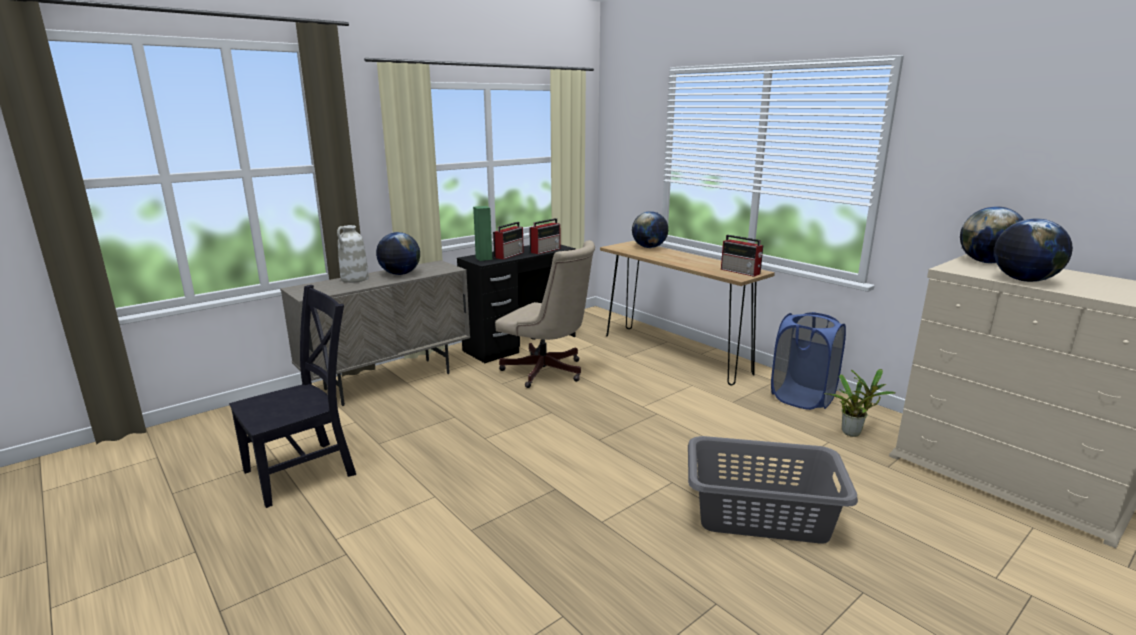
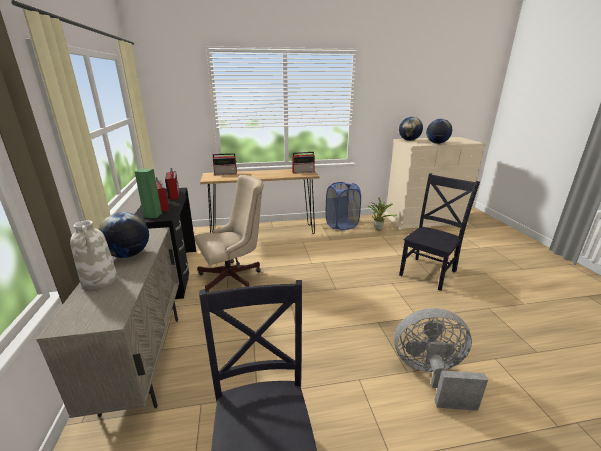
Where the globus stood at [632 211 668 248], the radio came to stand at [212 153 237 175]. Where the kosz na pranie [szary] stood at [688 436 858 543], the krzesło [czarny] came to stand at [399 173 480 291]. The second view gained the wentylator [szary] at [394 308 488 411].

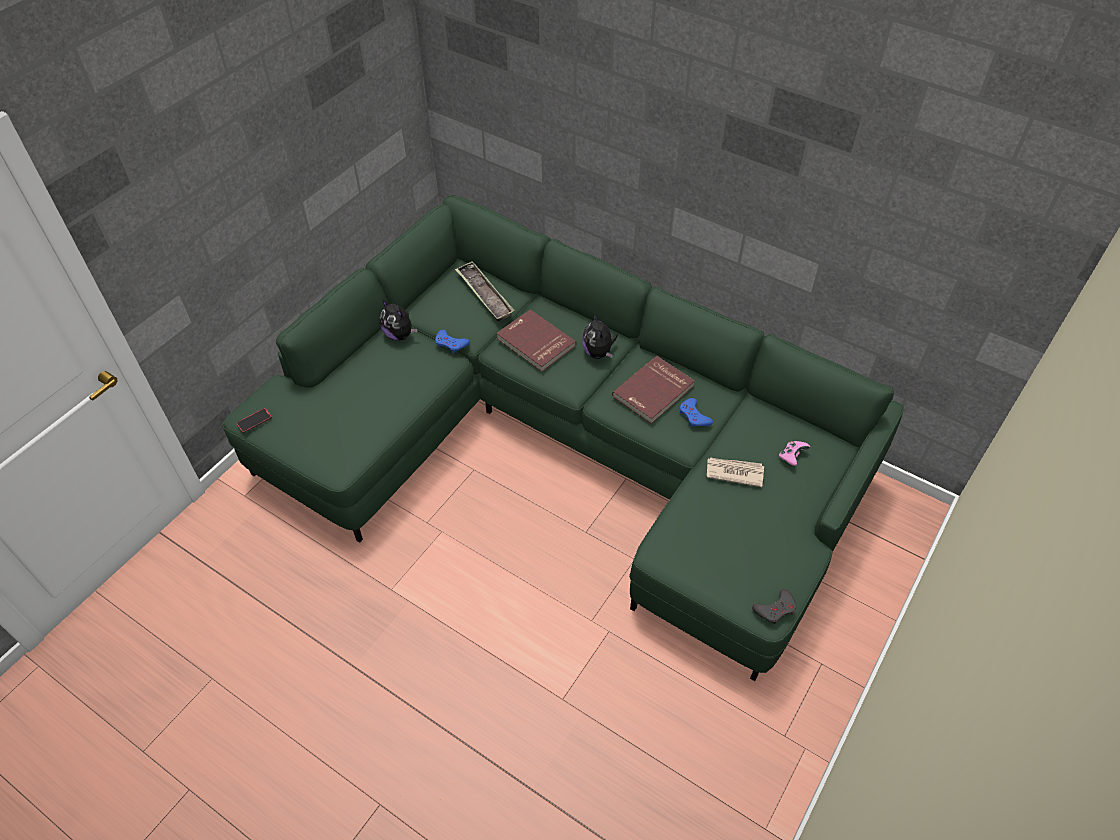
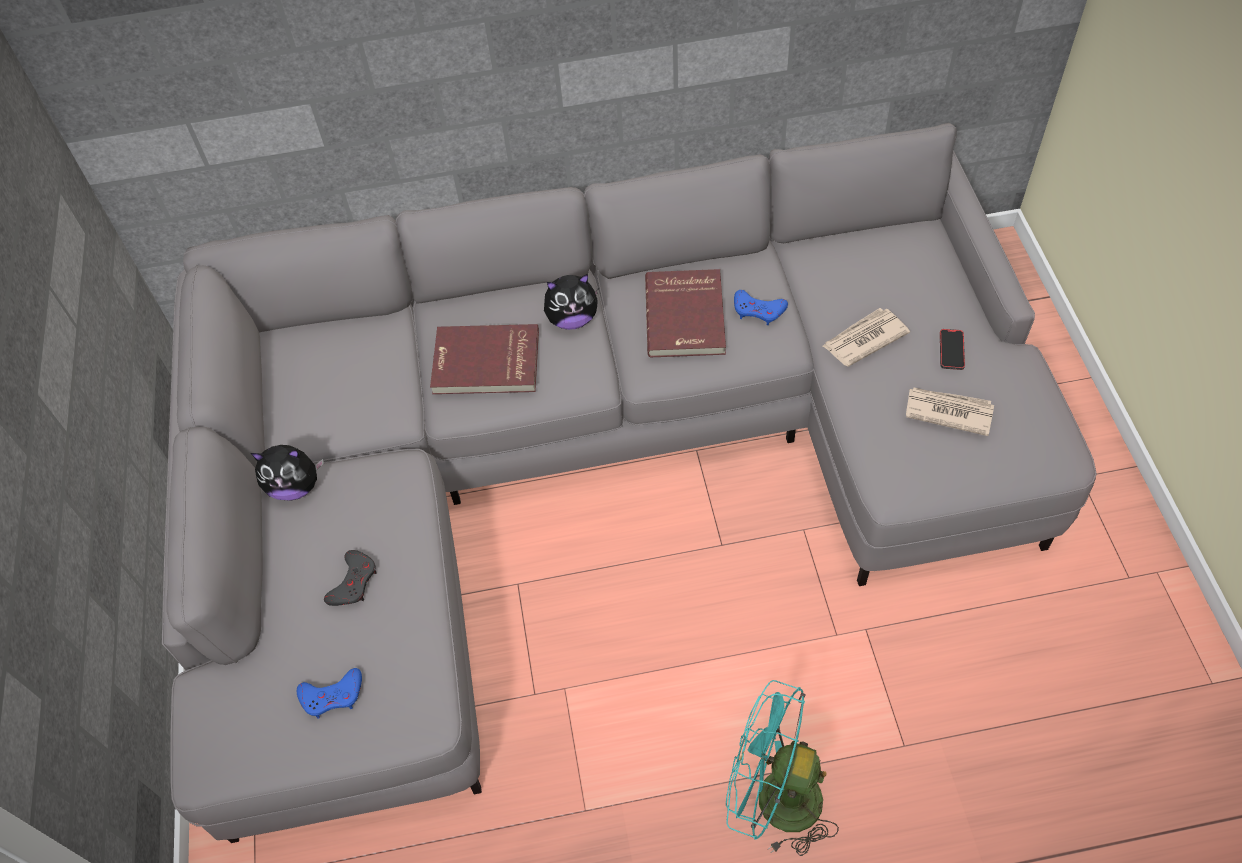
What was the kanapa [zielony] at [222 195 904 681] turned into the kanapa [szary] at [162 123 1097 843]. The second view lost the taca at [455 262 515 322]. The pluszak at [582 314 618 359] ended up facing another way, 45 degrees counterclockwise from before. The pad do gier [niebieski] ended up elsewhere, having gone from [435 330 470 354] to [297 668 362 718]. The telefon ended up elsewhere, having gone from [236 408 272 433] to [940 329 965 370]. The second view lost the pad do gier [różowy] at [779 441 810 466]. The pad do gier [szary] ended up elsewhere, having gone from [752 589 796 624] to [324 550 377 606]. The second view gained the gazeta at [906 388 994 436]. The second view gained the wentylator [turkusowy] at [726 680 839 856].

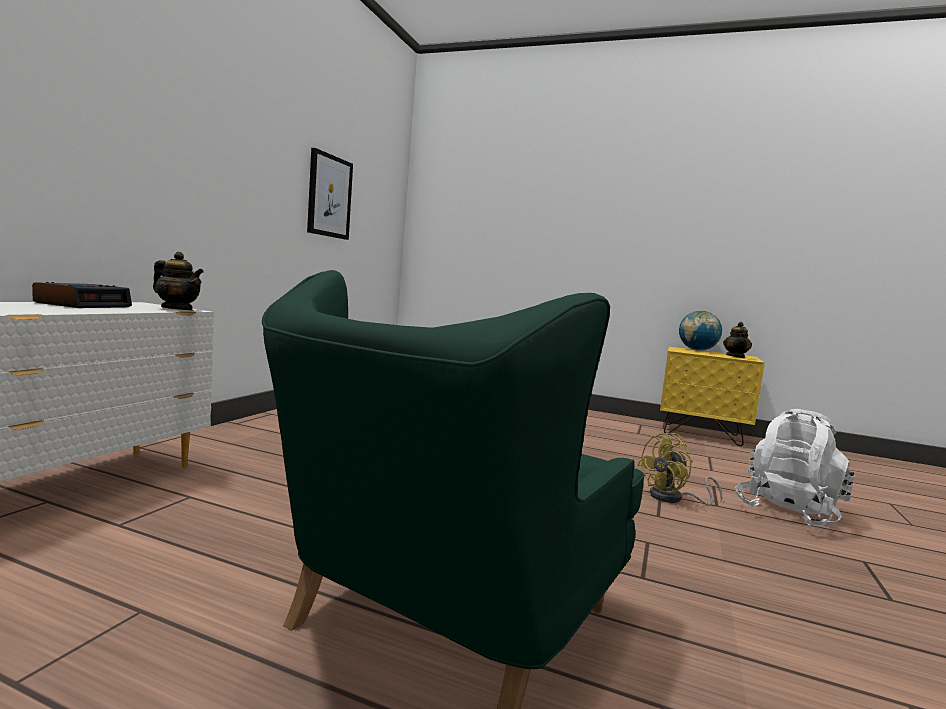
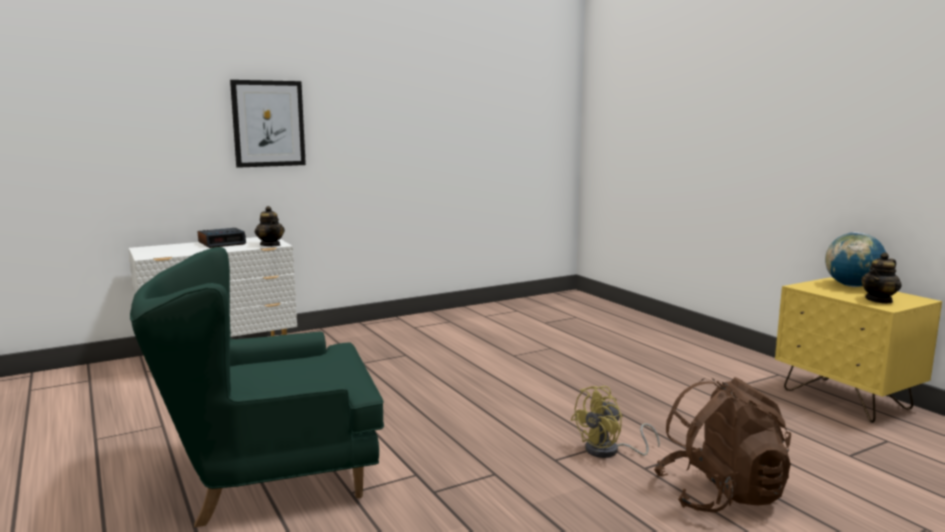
The obraz ended up elsewhere, having gone from [307 148 353 240] to [230 80 306 168]. What was the plecak [biały] at [736 409 855 527] turned into the plecak [brązowy] at [654 377 791 513]. The wentylator [żółty] at [637 433 722 506] ended up facing another way, 45 degrees counterclockwise from before.

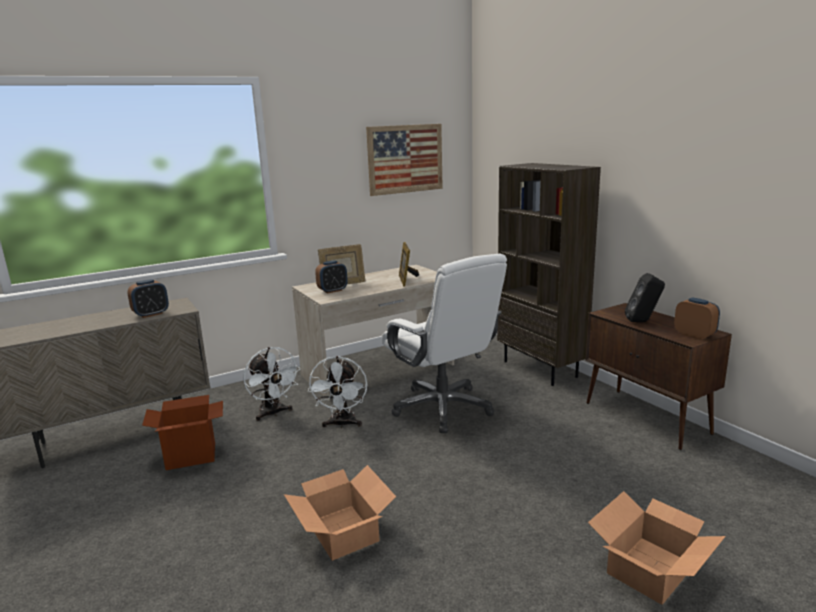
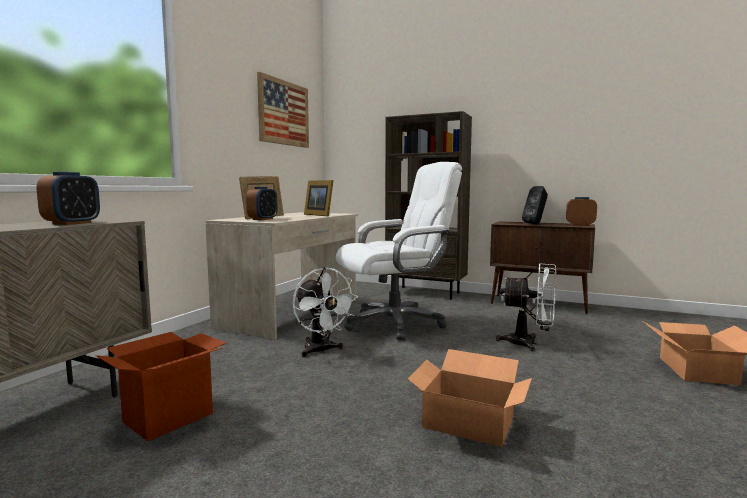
The krzesło biurowe [biały] at [382 254 507 433] ended up facing another way, 45 degrees counterclockwise from before. The wentylator [biały] ended up elsewhere, having gone from [243 347 301 421] to [496 263 556 351].

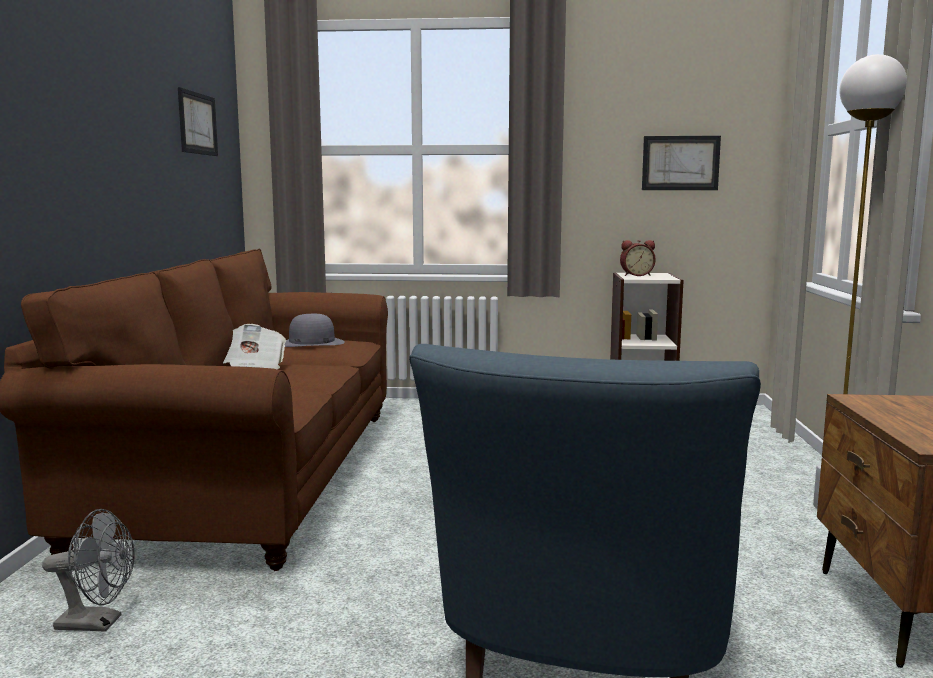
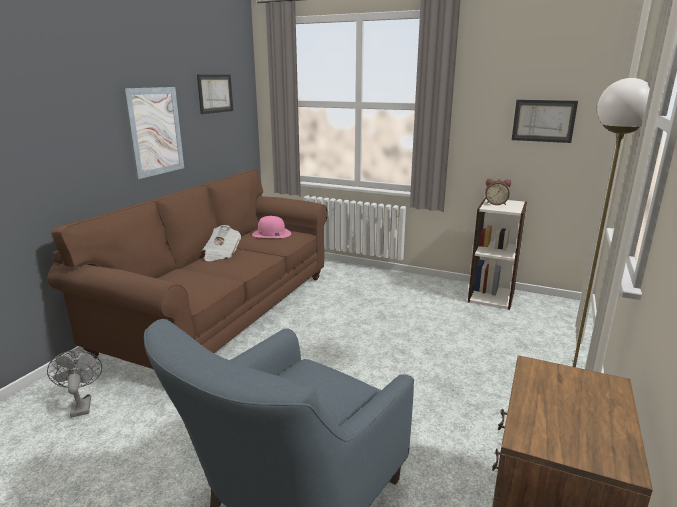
What was the kapelusz [szary] at [285 314 345 347] turned into the kapelusz [różowy] at [252 216 291 238]. The wentylator [szary] at [42 509 135 632] ended up facing another way, 135 degrees counterclockwise from before. The second view gained the obraz at [123 87 184 179].

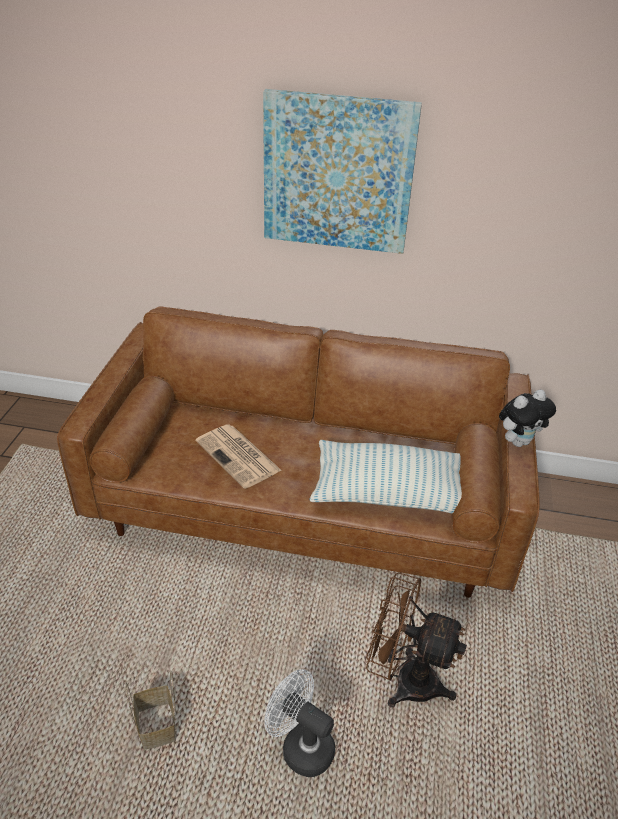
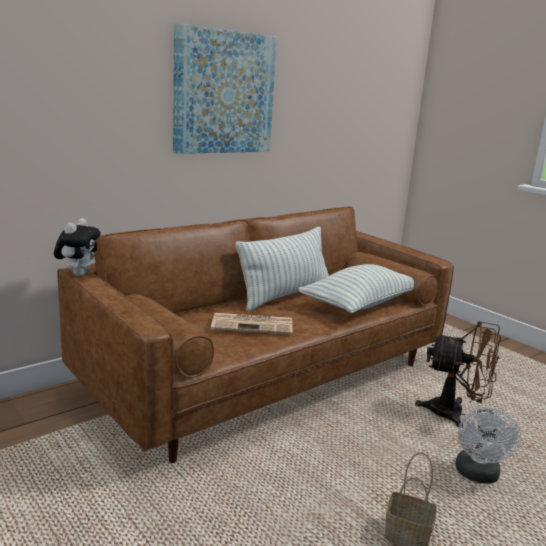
The pluszak ended up elsewhere, having gone from [499 390 556 447] to [54 218 101 276]. The wentylator [brązowy] at [366 572 467 708] ended up facing another way, 135 degrees counterclockwise from before. The wentylator [biały] at [264 669 335 777] ended up facing another way, 60 degrees counterclockwise from before. The second view gained the poduszka at [235 227 329 311].

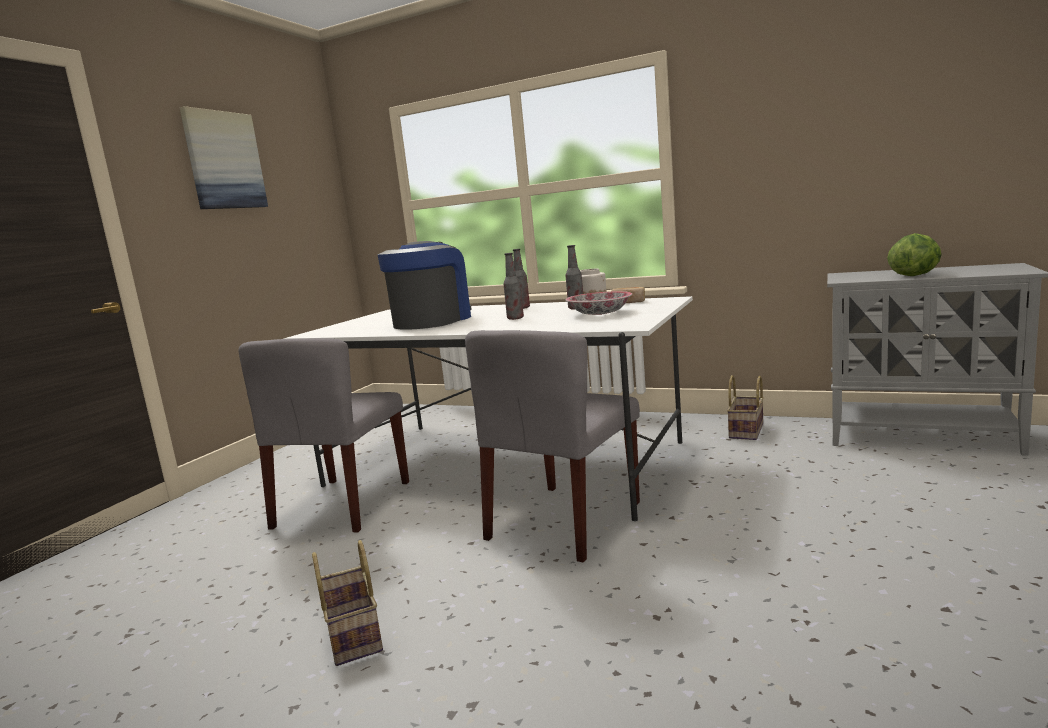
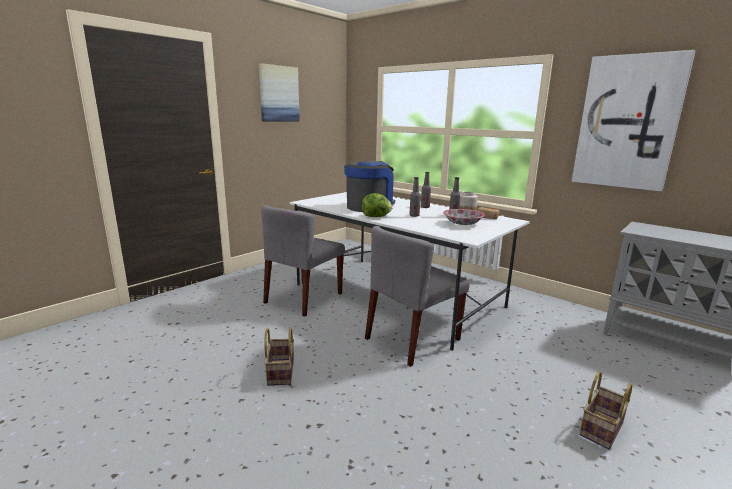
The sałata ended up elsewhere, having gone from [887 233 942 276] to [362 193 392 217]. The koszyk ended up elsewhere, having gone from [727 375 764 440] to [579 371 632 449]. The second view gained the obraz at [572 50 695 191].

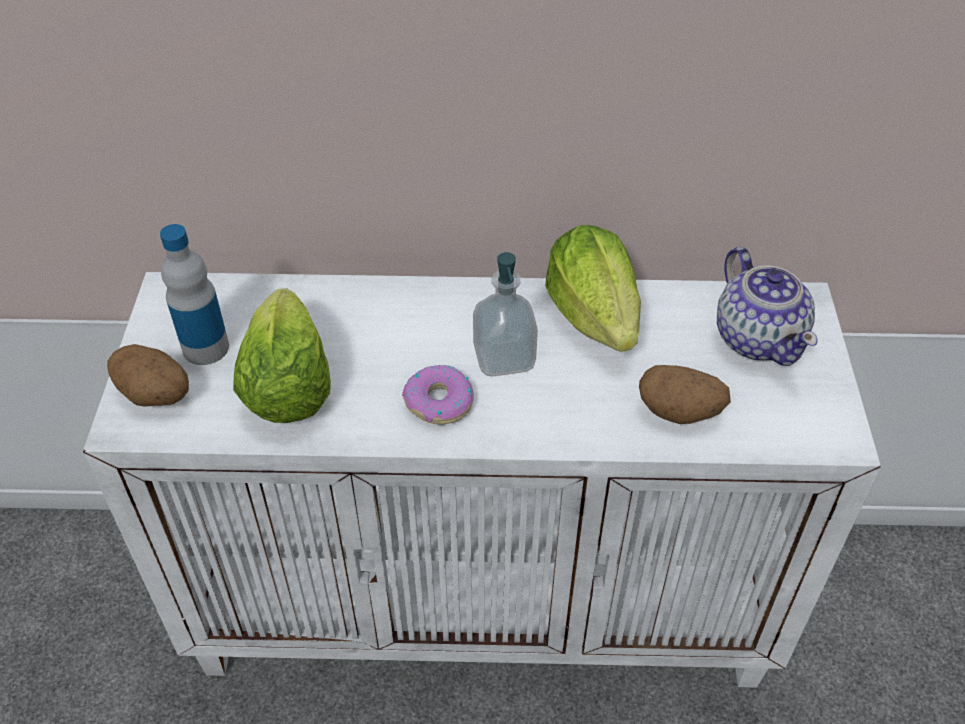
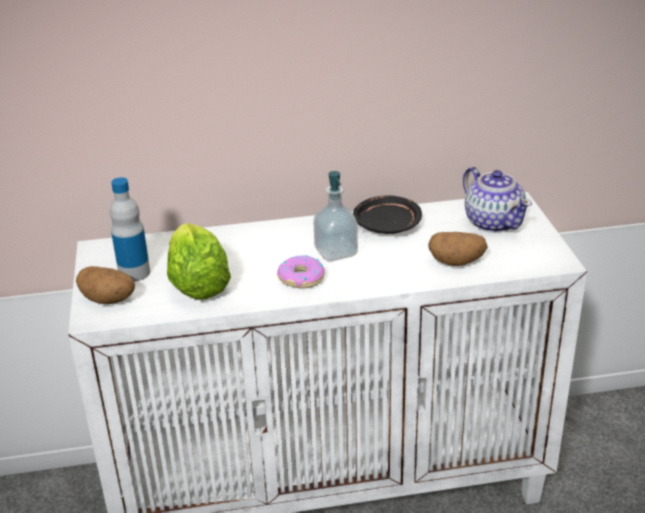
Where the sałata stood at [545 225 641 352], the talerz [czarny] came to stand at [353 195 422 234].

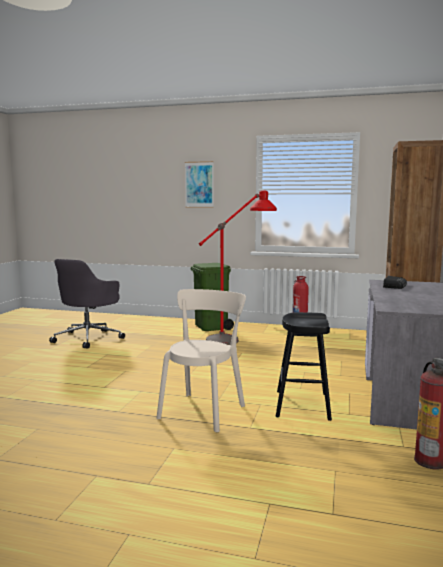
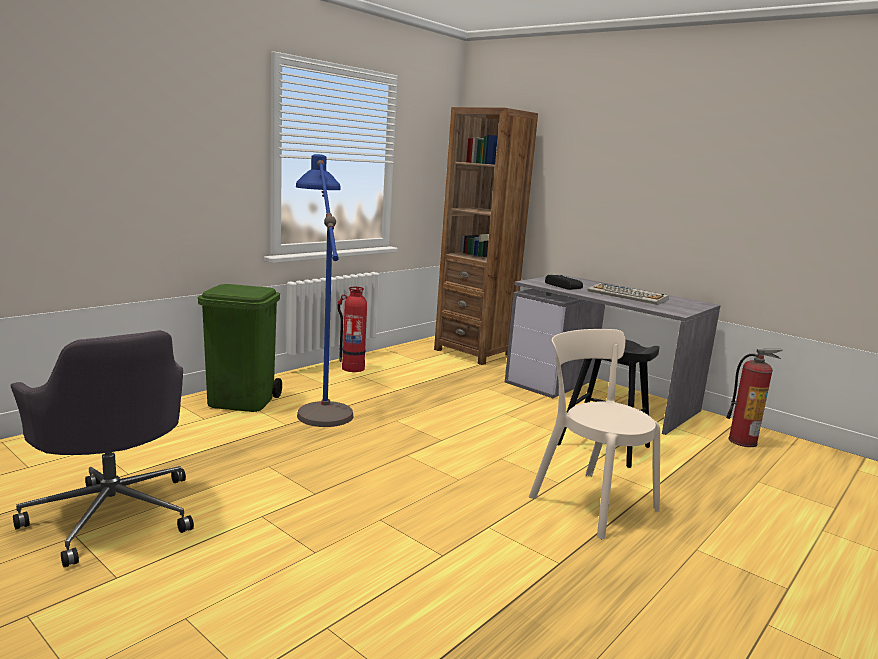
The second view lost the obraz at [185 161 214 208]. What was the lampa stojąca [czerwony] at [199 190 277 345] turned into the lampa stojąca [niebieski] at [296 154 354 427]. The second view gained the klawiatura at [587 283 669 305].

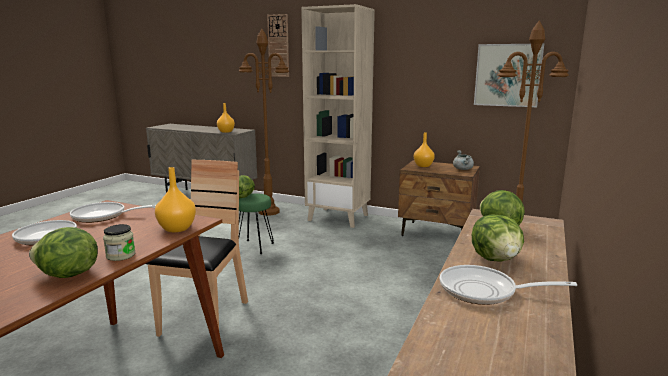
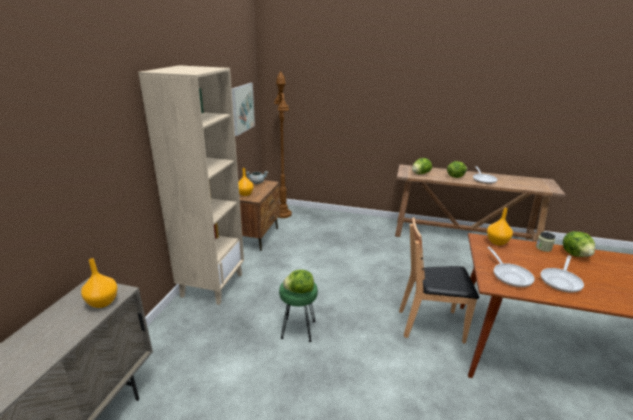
The second view lost the zegar ścienny at [267 14 289 77]. The second view lost the lampa stojąca [brązowy] at [239 29 289 216].

